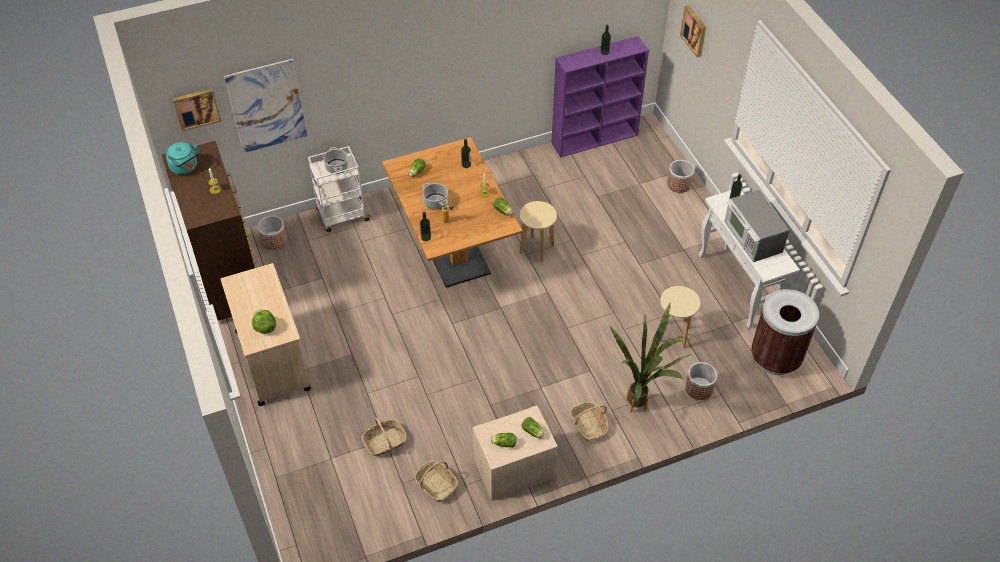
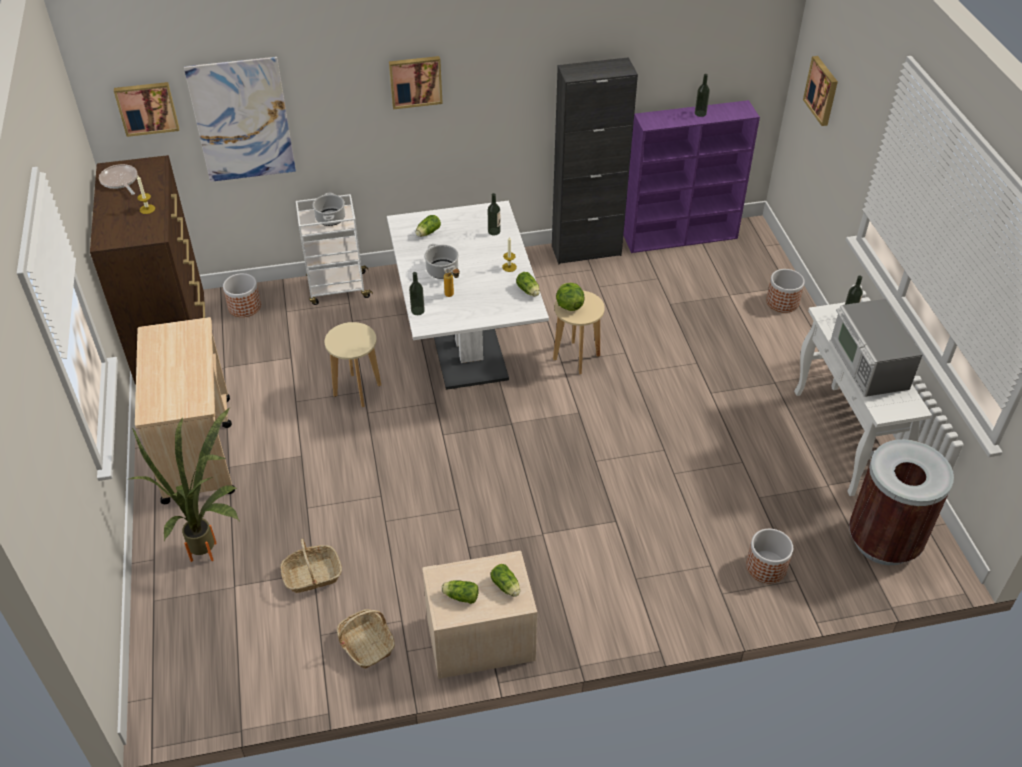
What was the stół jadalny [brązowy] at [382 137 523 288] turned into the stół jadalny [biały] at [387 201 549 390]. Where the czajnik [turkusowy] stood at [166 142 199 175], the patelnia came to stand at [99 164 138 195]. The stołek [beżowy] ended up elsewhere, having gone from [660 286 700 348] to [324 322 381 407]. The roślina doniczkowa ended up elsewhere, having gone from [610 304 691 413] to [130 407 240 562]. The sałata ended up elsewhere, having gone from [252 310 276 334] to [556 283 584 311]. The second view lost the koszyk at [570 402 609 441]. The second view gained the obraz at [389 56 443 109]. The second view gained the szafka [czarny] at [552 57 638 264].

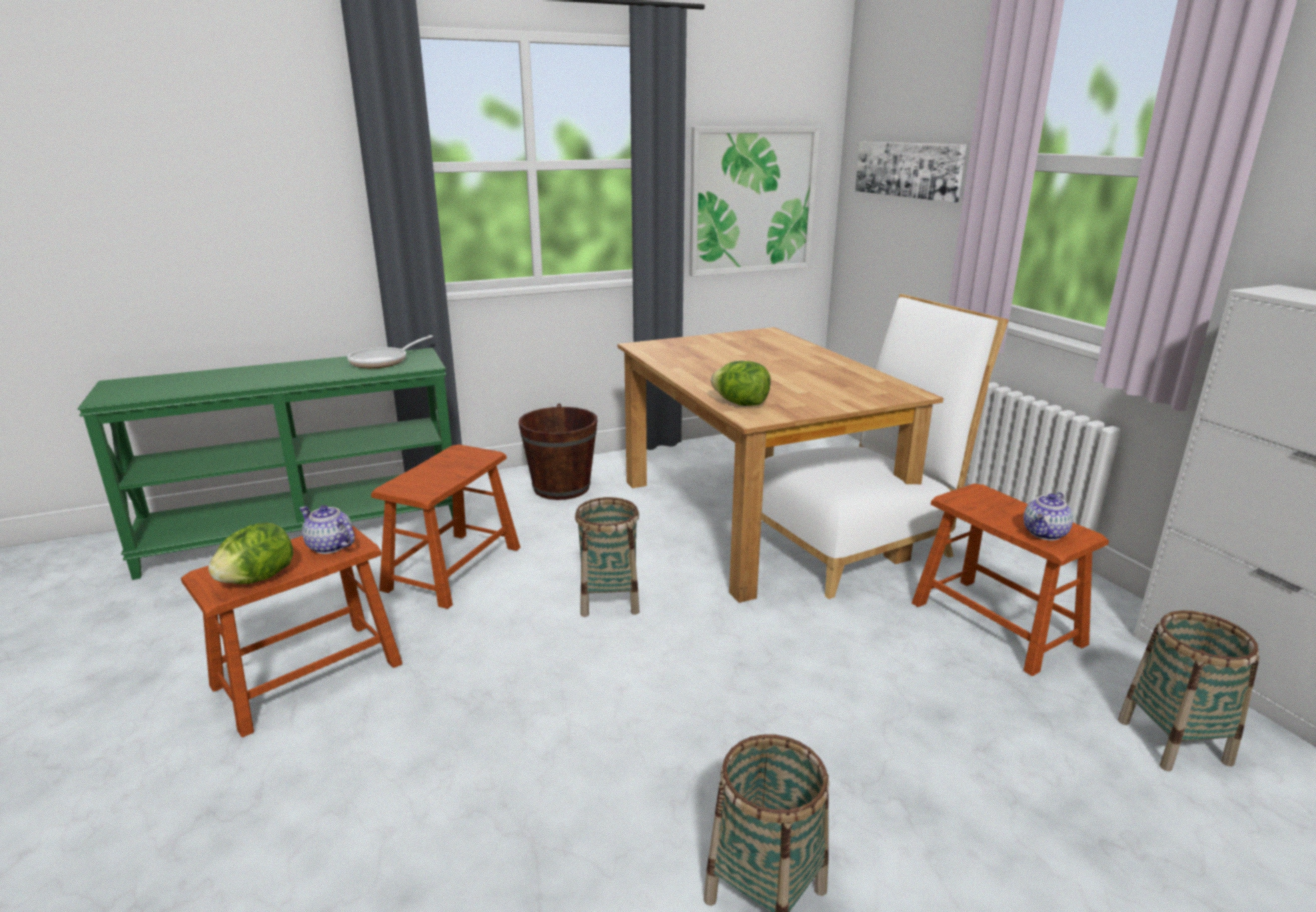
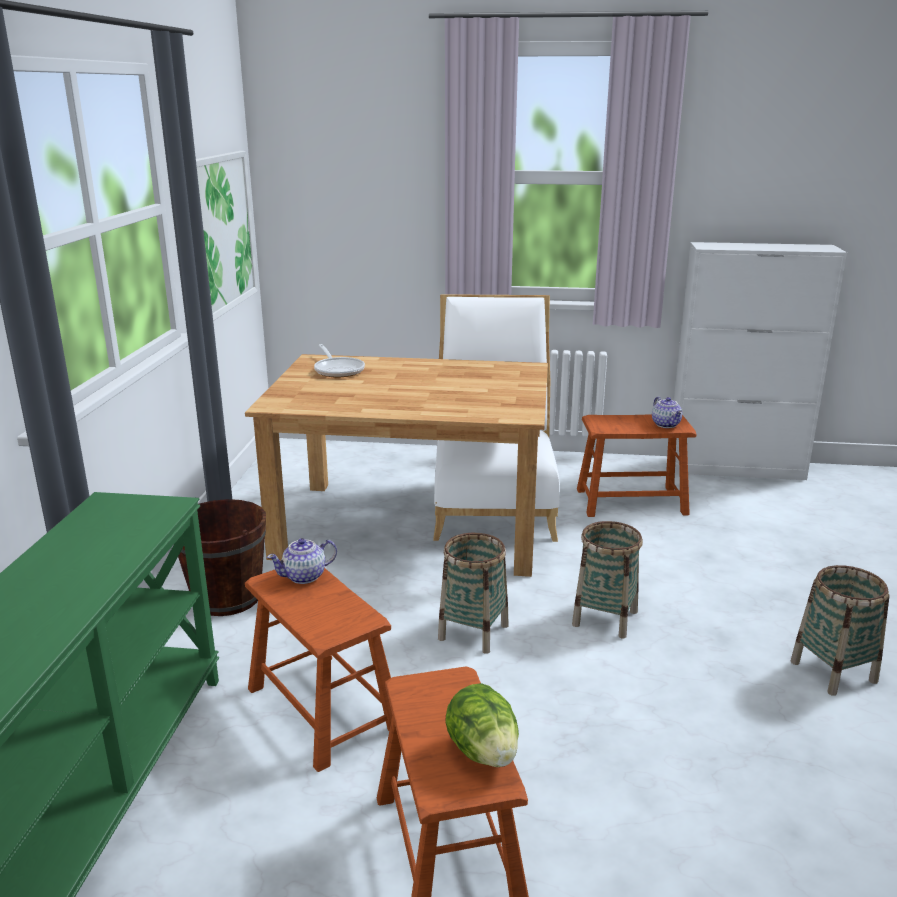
The second view lost the obraz at [855 142 967 203]. The patelnia ended up elsewhere, having gone from [347 335 433 368] to [314 344 365 377]. The second view lost the sałata at [711 361 771 406]. The imbryk ended up elsewhere, having gone from [299 505 355 554] to [267 538 337 584]. The koszyk ended up elsewhere, having gone from [1118 611 1260 771] to [572 521 643 638].

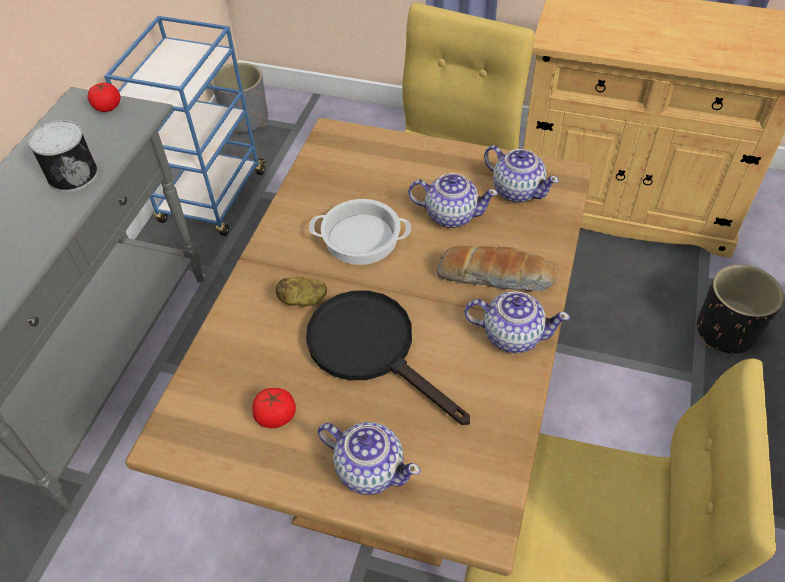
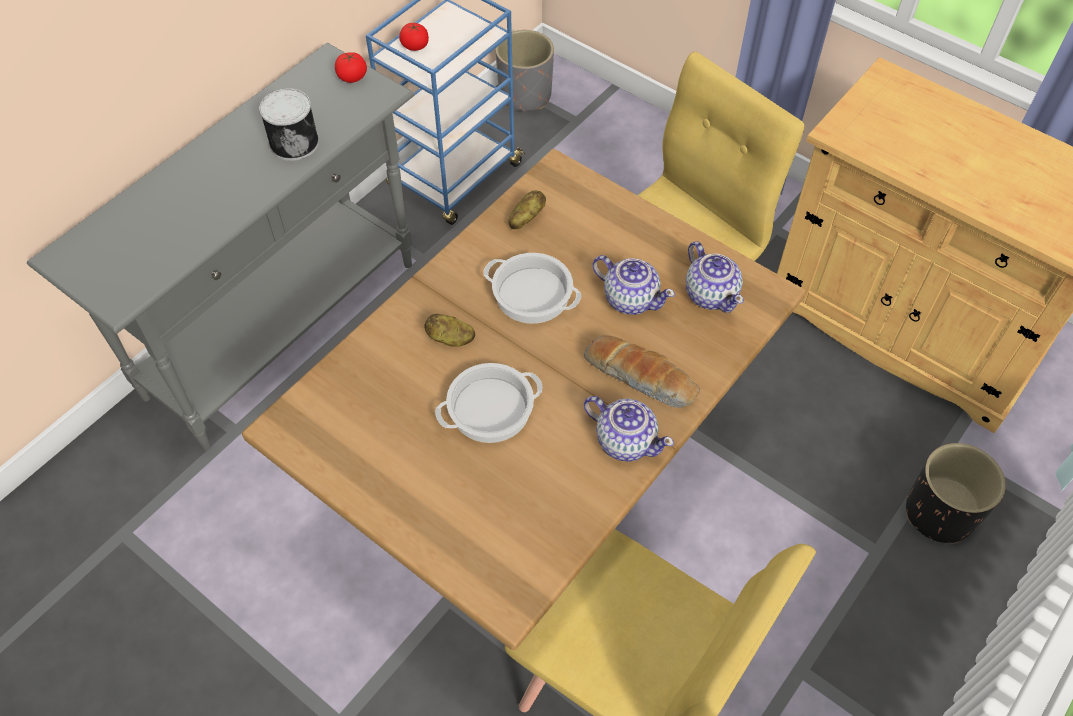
Where the patelnia [czarny] stood at [306 290 470 425], the garnek came to stand at [435 363 543 443]. The pomidor ended up elsewhere, having gone from [252 388 296 428] to [399 23 429 51]. The second view lost the imbryk at [318 422 421 495]. The second view gained the ziemniak at [508 190 546 229].

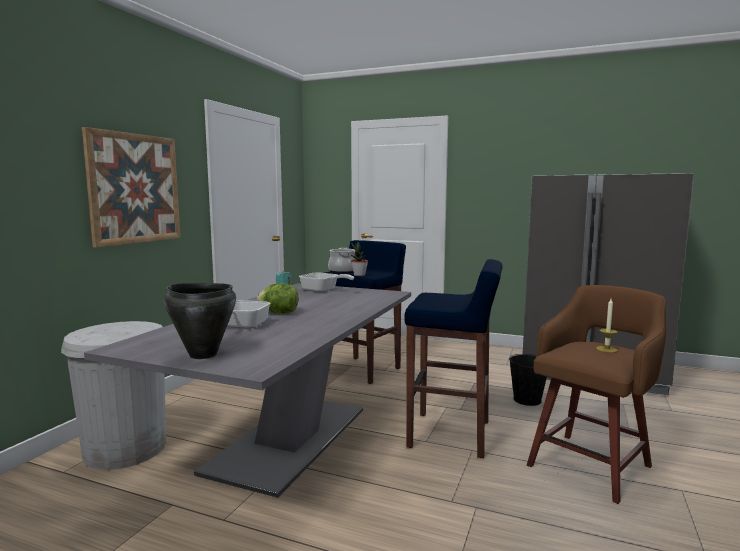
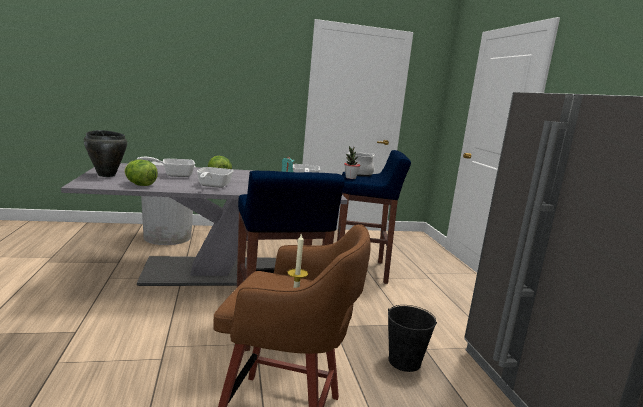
The second view lost the obraz at [82 127 181 248]. The second view gained the sałata at [124 159 158 186]. The second view gained the patelnia at [197 167 234 188].

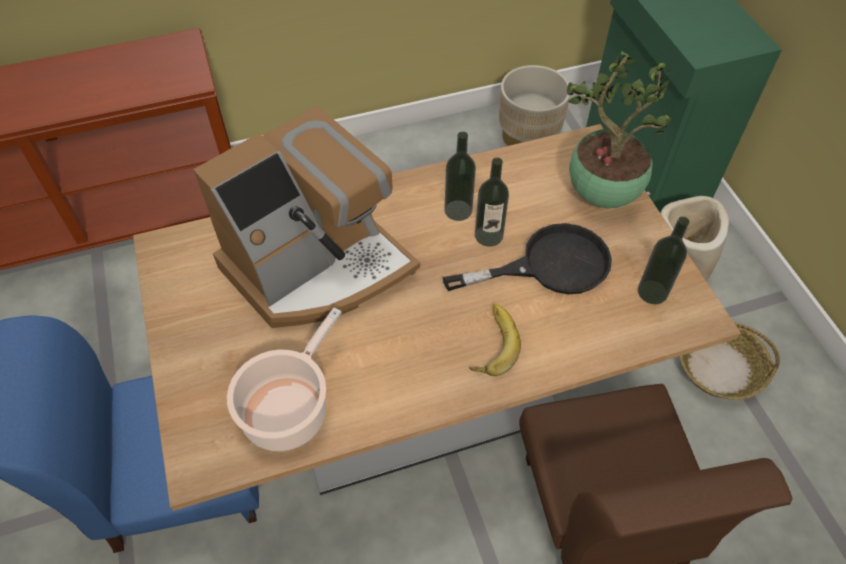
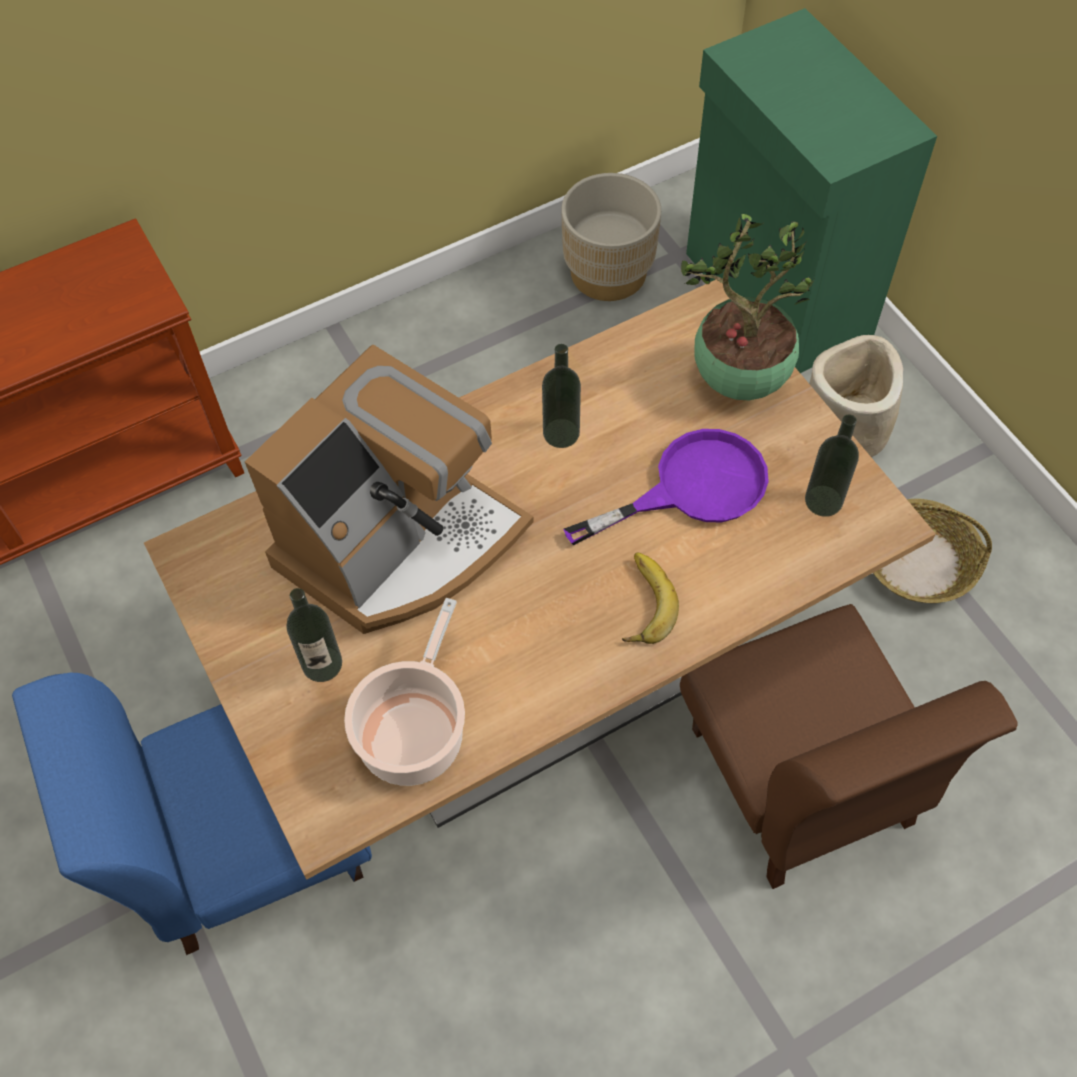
The butelka ended up elsewhere, having gone from [475 157 509 247] to [286 588 342 682]. What was the patelnia [czarny] at [443 223 612 294] turned into the patelnia [fioletowy] at [564 429 769 545].

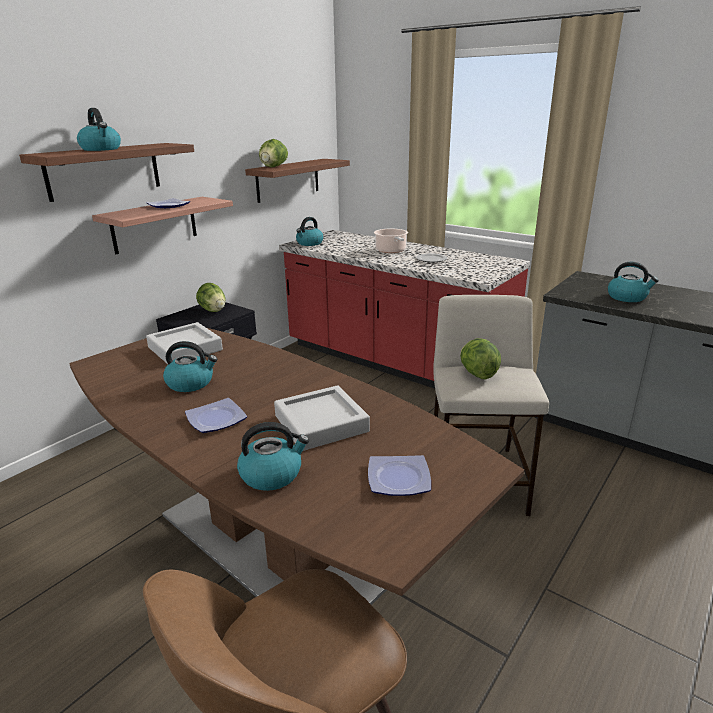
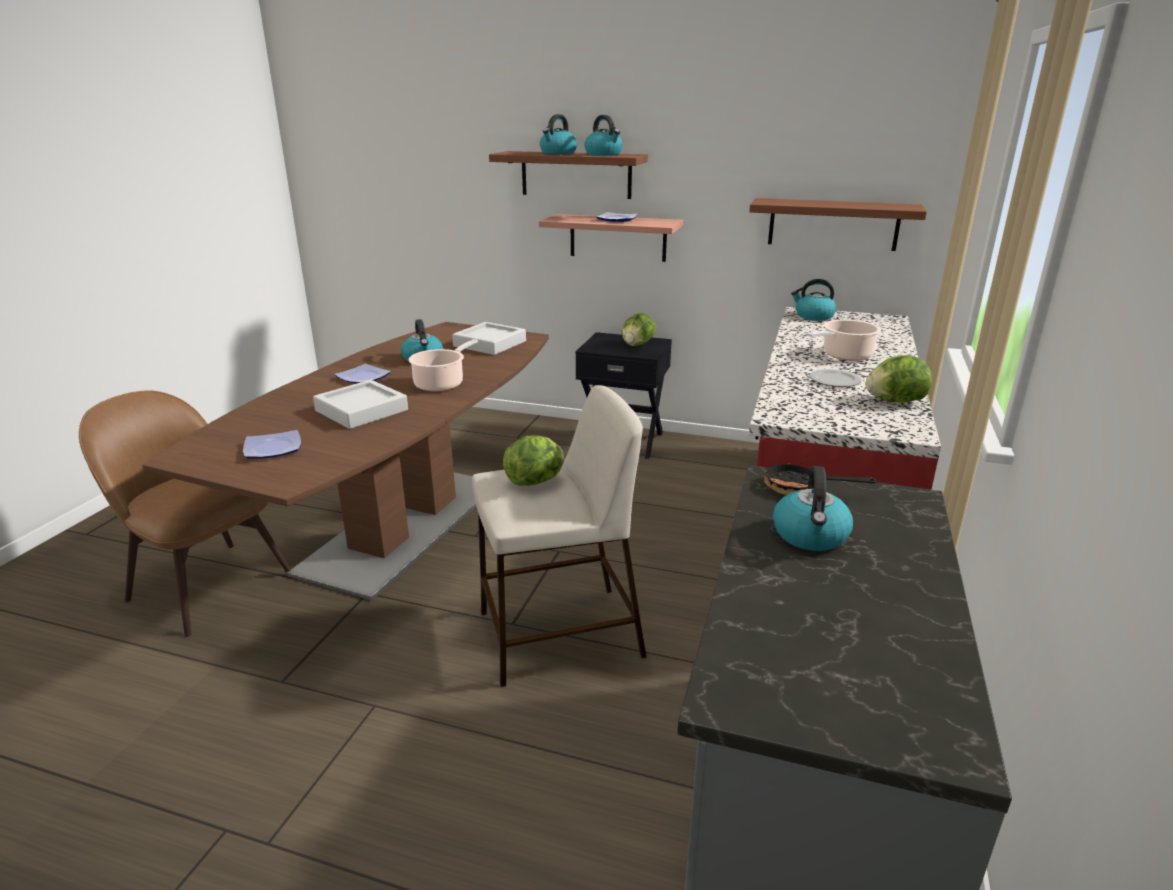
The sałata ended up elsewhere, having gone from [259 139 288 167] to [866 355 932 402]. The czajnik ended up elsewhere, having gone from [237 422 309 491] to [584 115 623 156]. The second view gained the garnek at [408 339 478 392]. The second view gained the patelnia at [764 463 877 495].

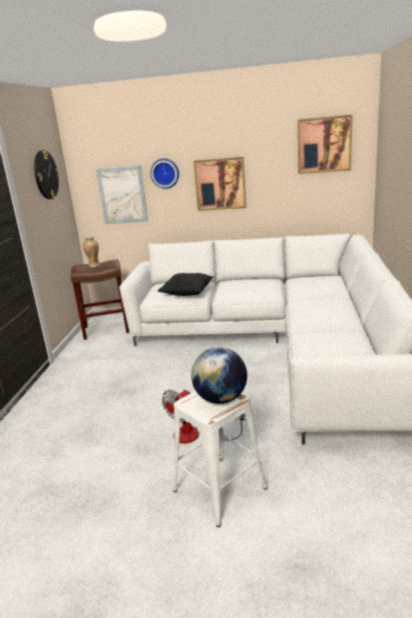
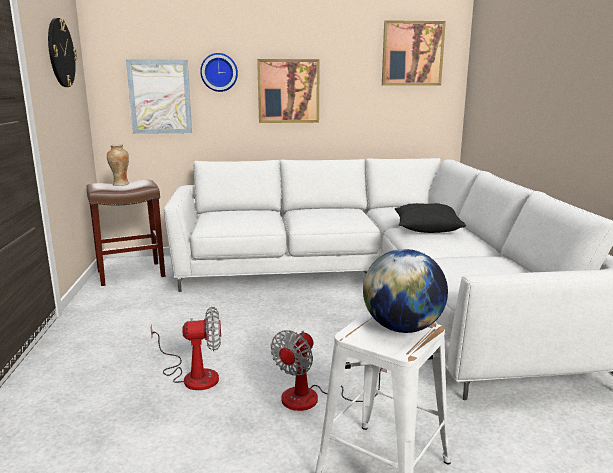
The poduszka [czarny] ended up elsewhere, having gone from [158 273 214 296] to [395 203 466 233]. The second view gained the wentylator at [151 307 221 390].

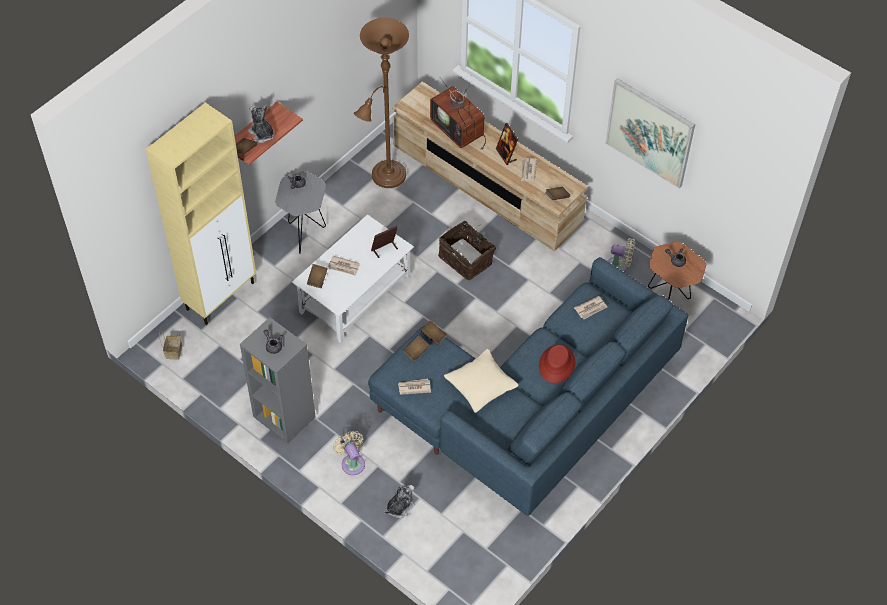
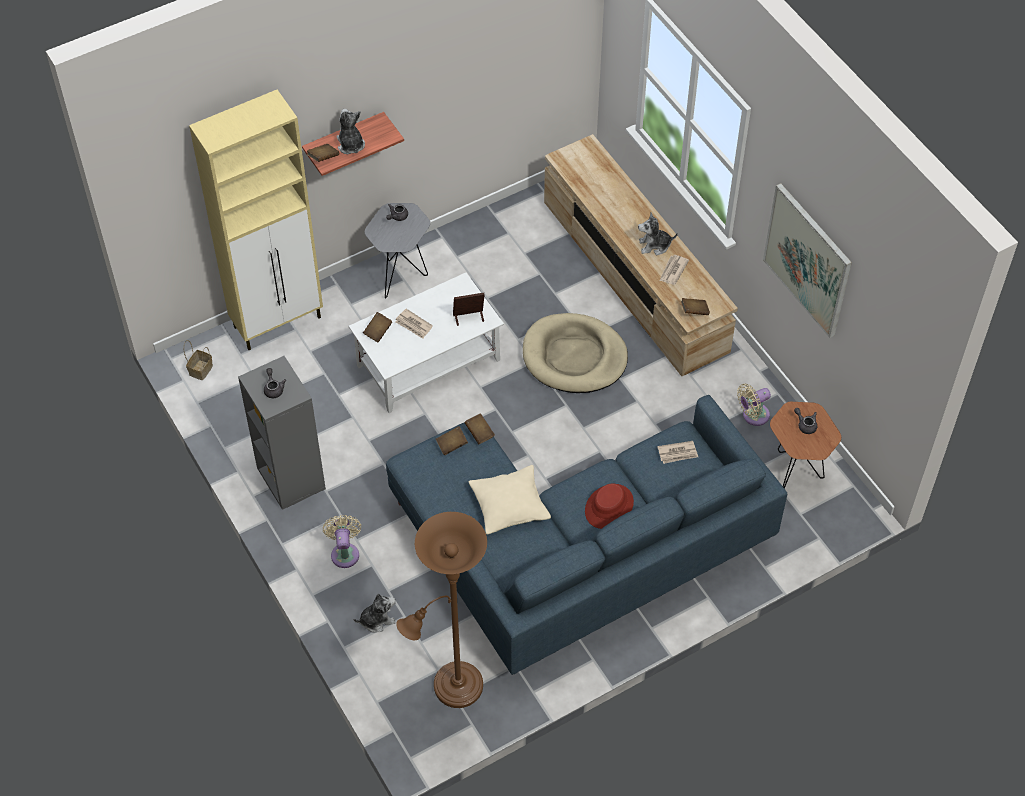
The lampa stojąca [brązowy] ended up elsewhere, having gone from [354 18 409 188] to [396 512 487 708]. The second view lost the telewizor at [430 77 486 149]. Where the ramka na zdjęcie stood at [496 123 518 165], the pluszak came to stand at [638 213 678 256]. Where the koszyk stood at [438 221 496 280], the legowisko [beżowy] came to stand at [523 313 628 393]. The wentylator [beżowy] at [608 238 635 272] ended up facing another way, 120 degrees clockwise from before. The second view lost the gazeta at [398 379 431 395].

